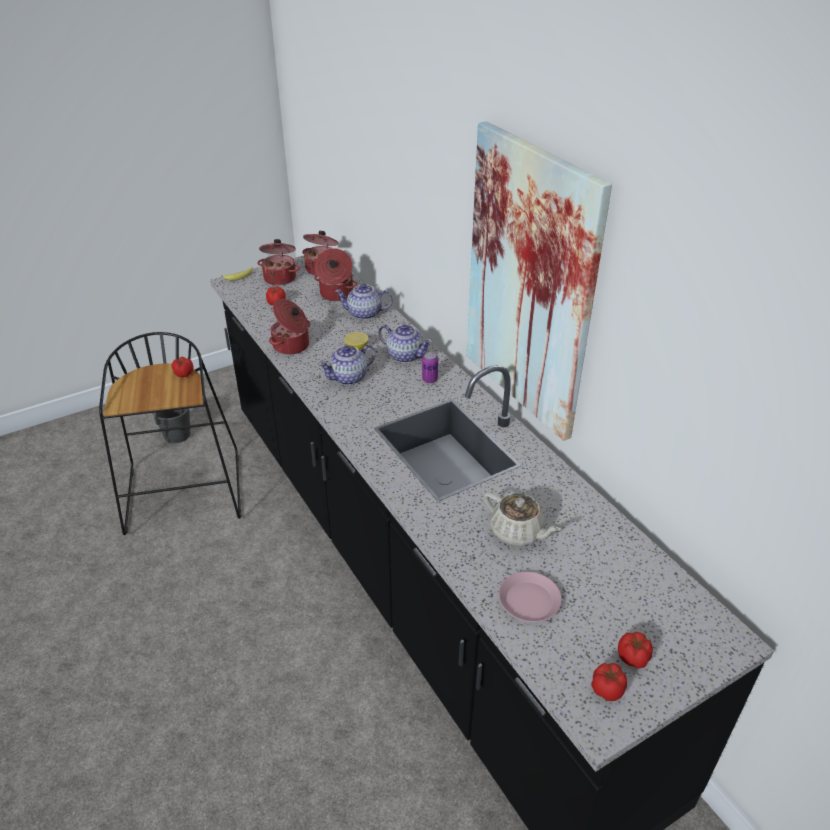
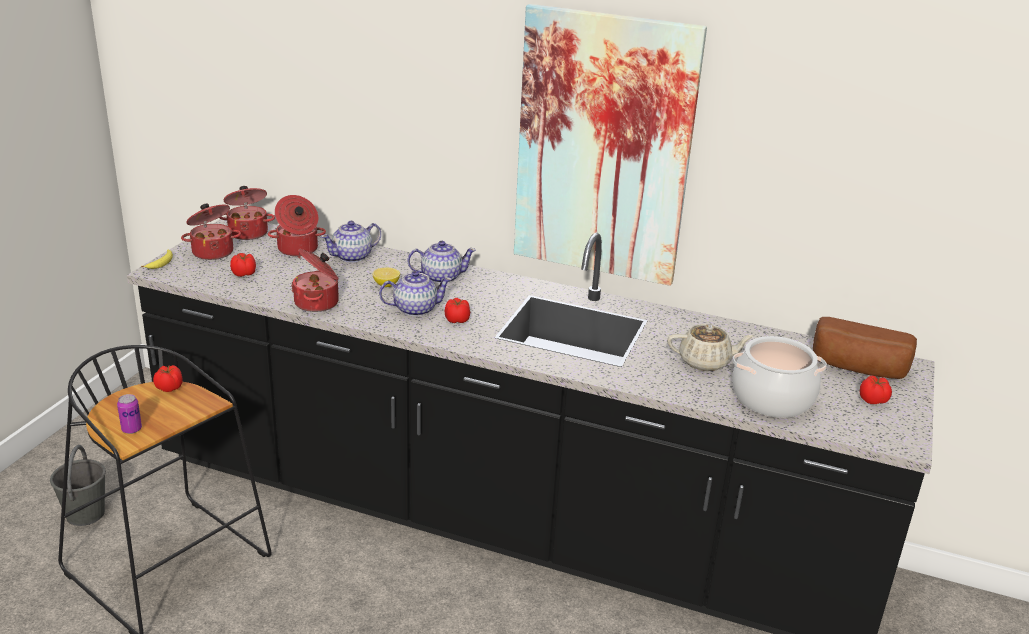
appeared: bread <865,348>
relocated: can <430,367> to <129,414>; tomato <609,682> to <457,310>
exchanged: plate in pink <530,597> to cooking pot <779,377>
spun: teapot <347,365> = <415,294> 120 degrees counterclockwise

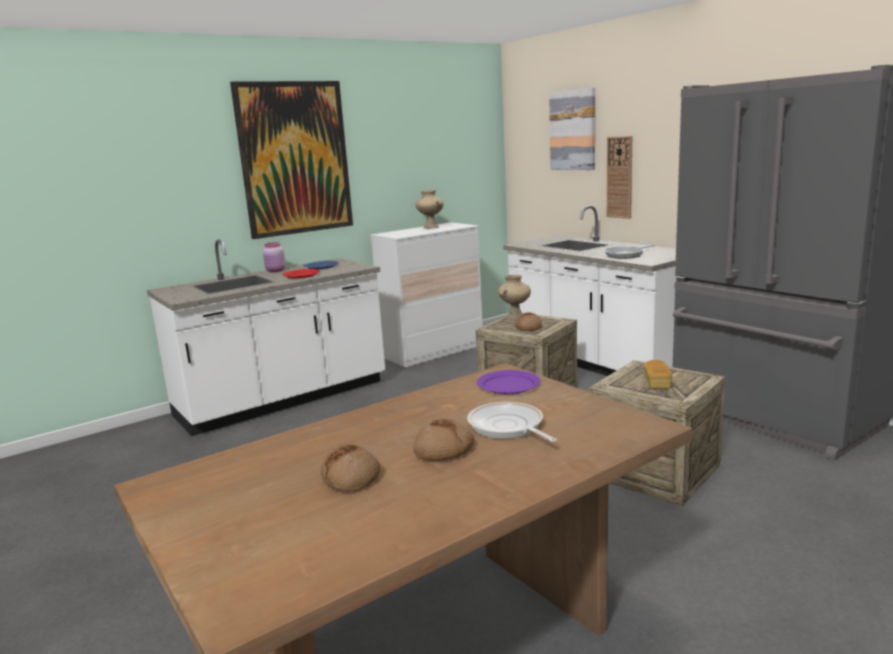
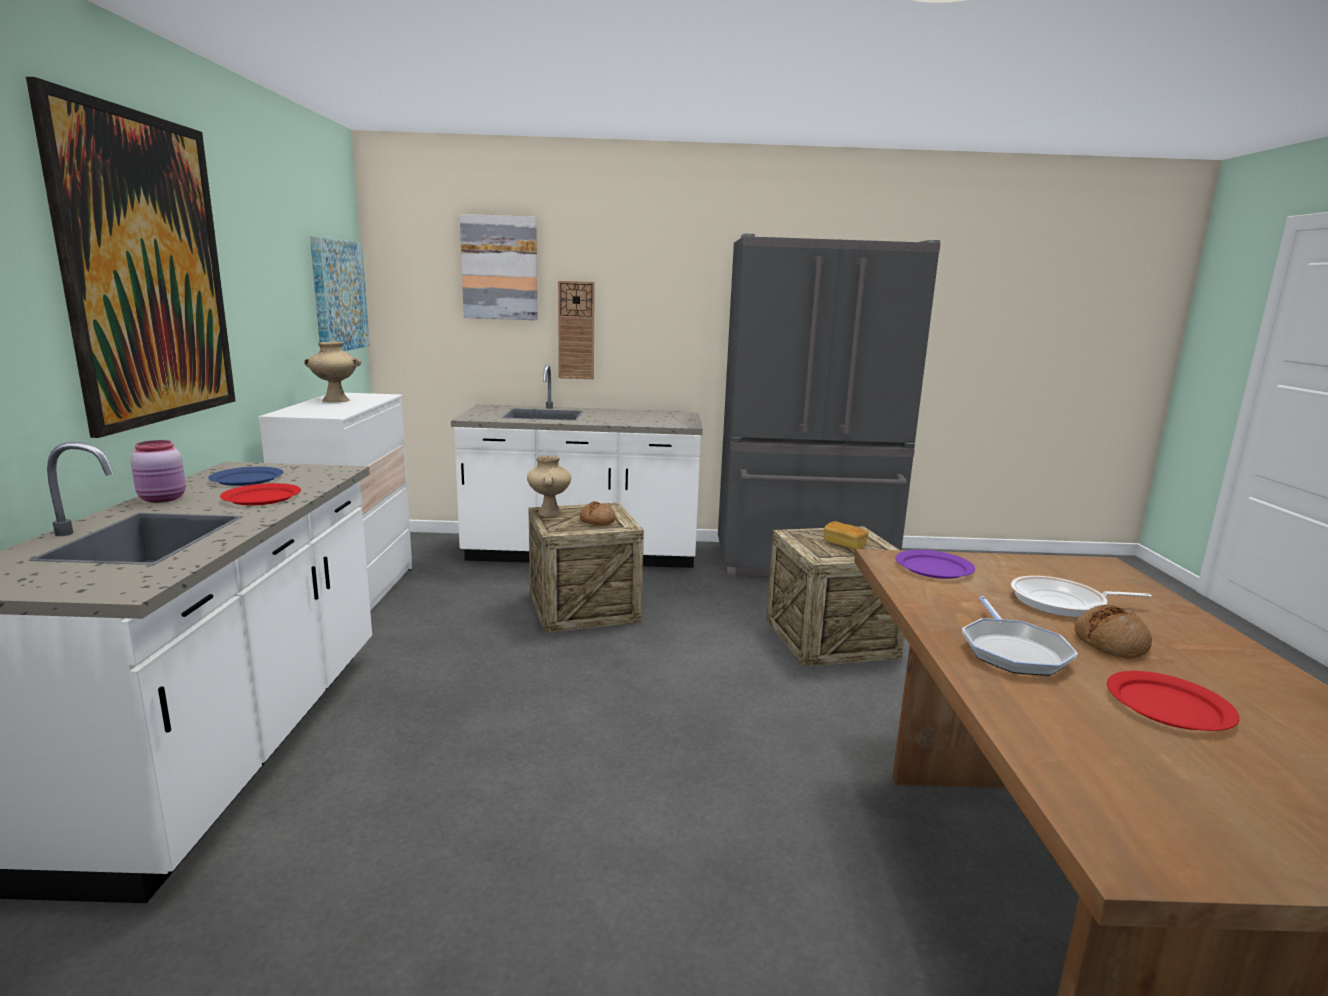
appeared: picture <340,294>
relocated: frying pan <630,252> to <1020,636>
exchanged: bread <350,468> to plate in red <1173,701>

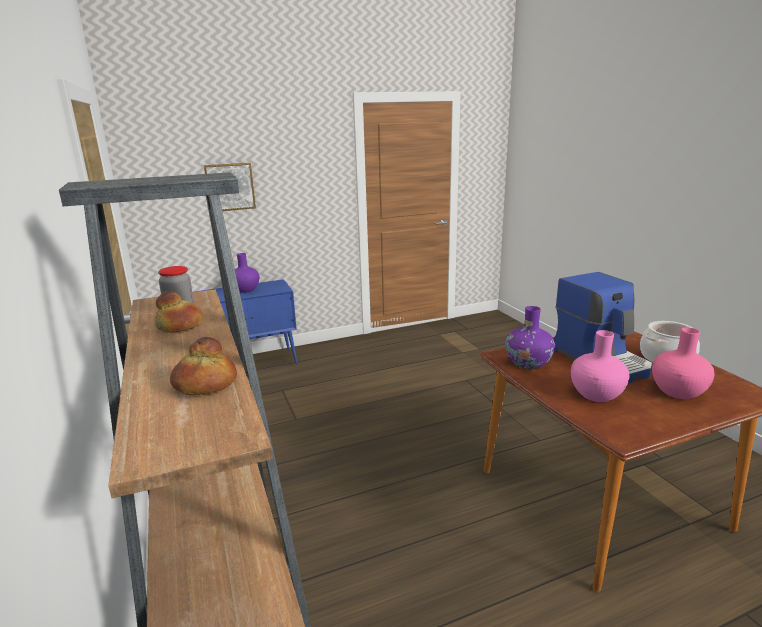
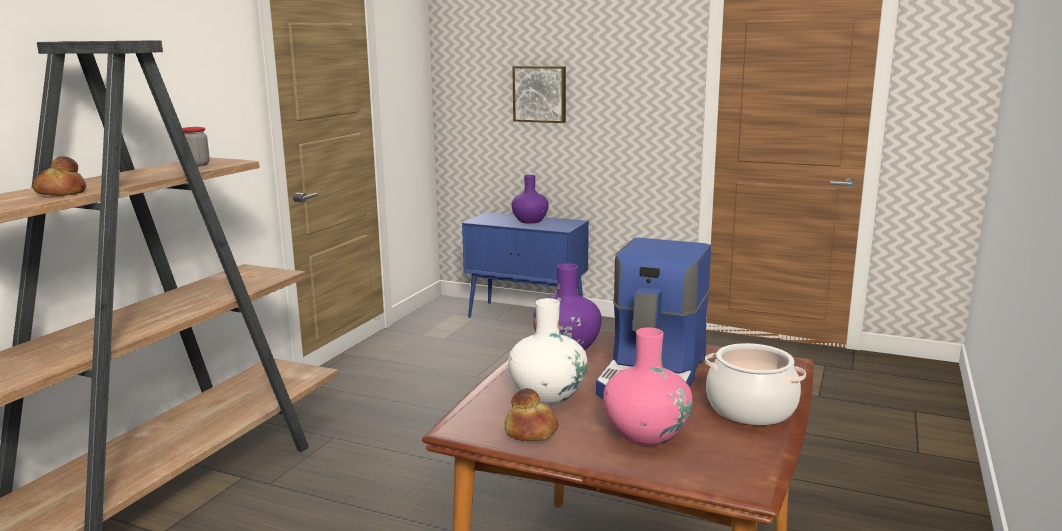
relocated: bread <179,311> to <531,414>
colour: vase in pink <600,366> to vase in white <548,351>

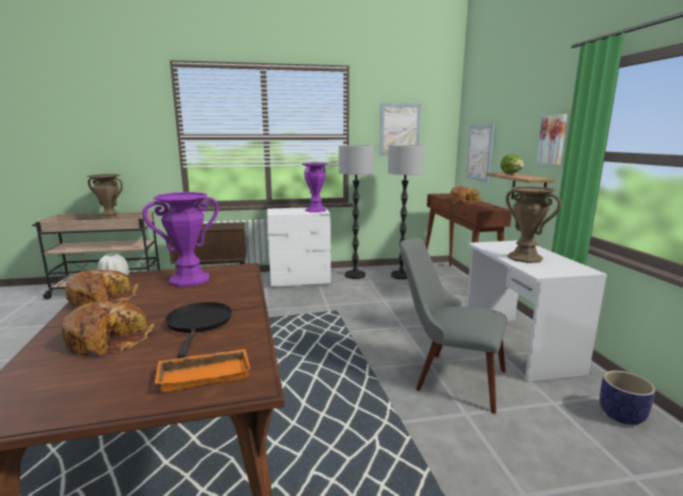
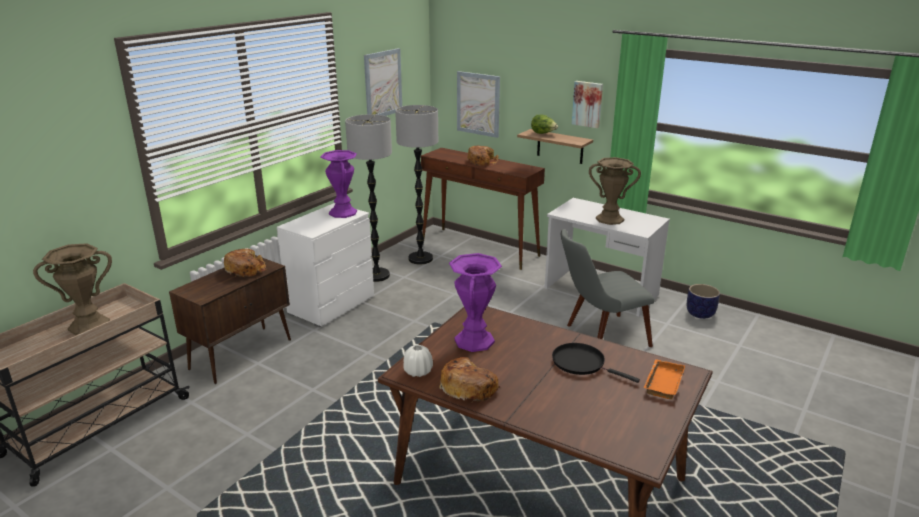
relocated: bread <107,328> to <245,263>

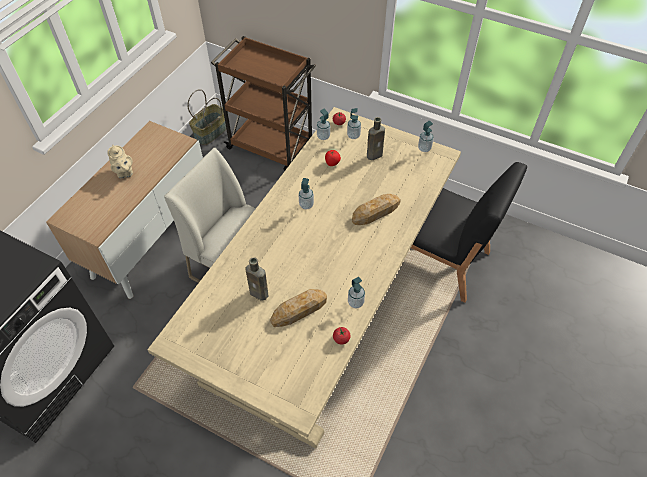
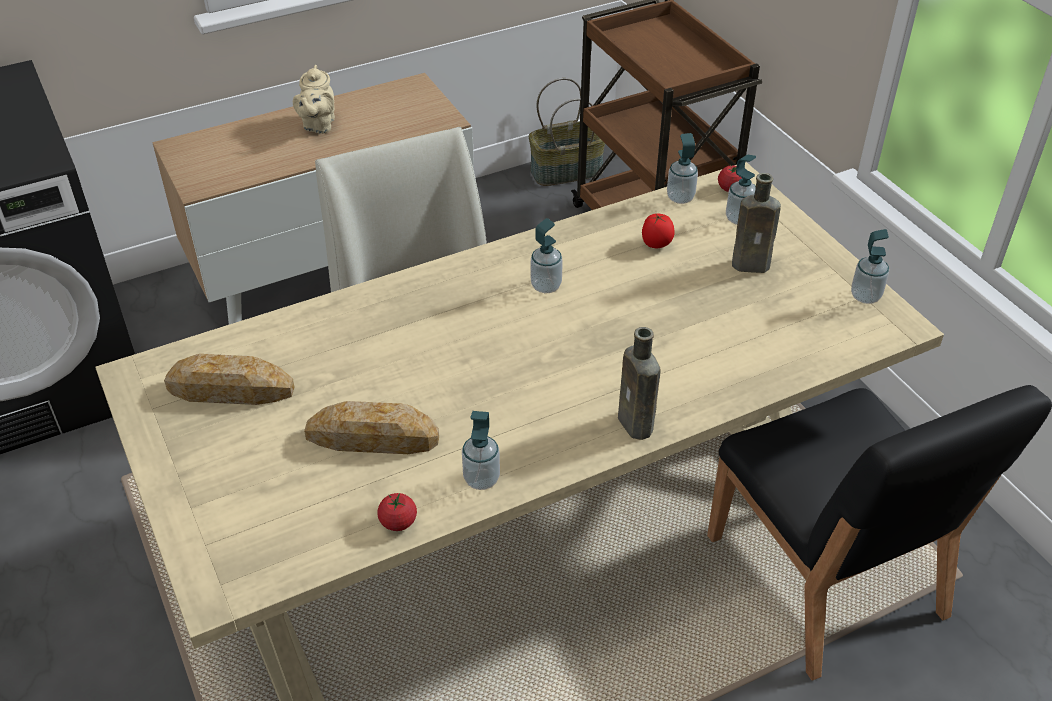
relocated: bottle in brown <256,279> to <639,383>; bread <376,209> to <229,379>

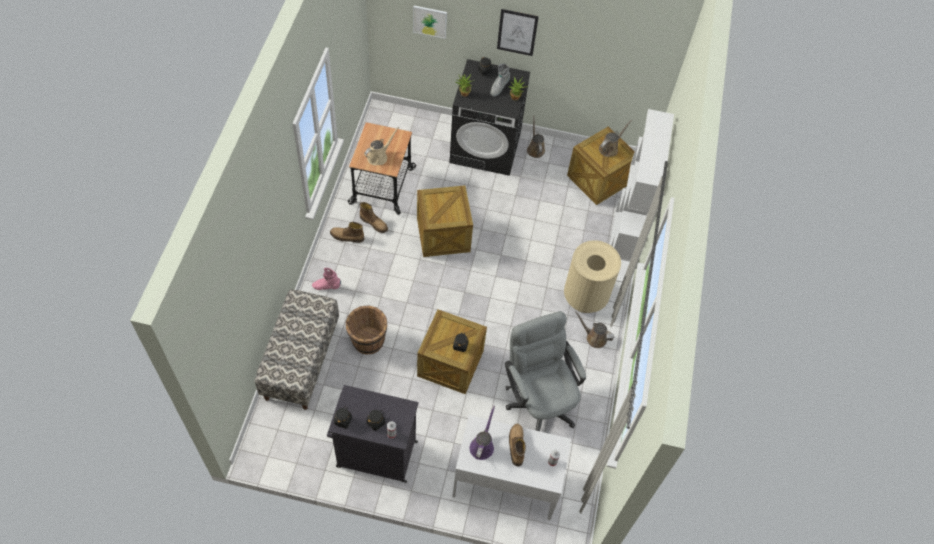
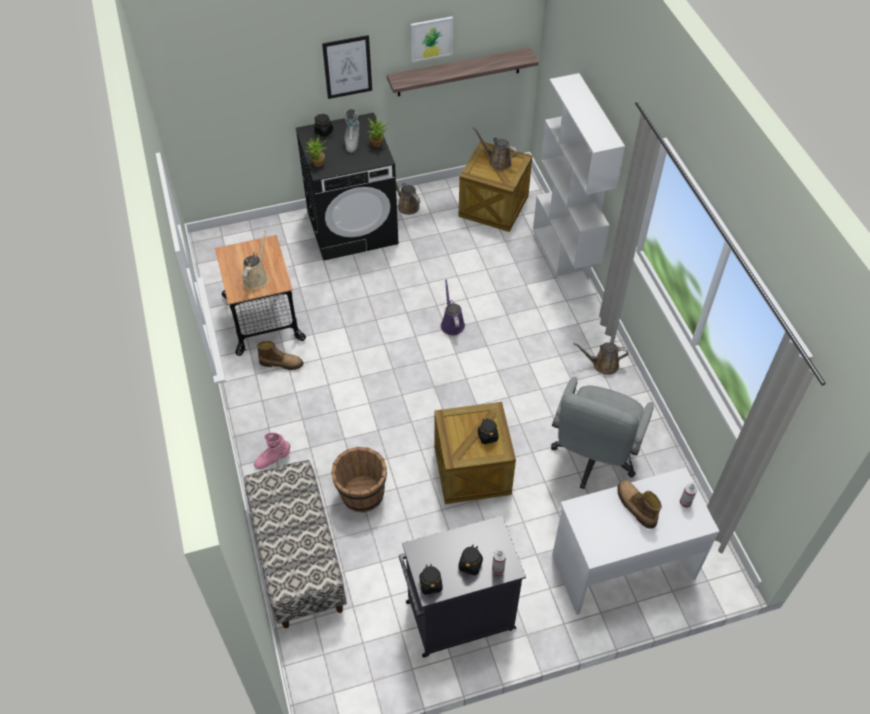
missing: boot <347,232>; crate <445,221>; trash can in beige <592,276>
appeared: shelf <463,72>
relocated: picture <430,22> to <432,39>; watering can in purple <482,433> to <453,307>
spun: office chair in grey <545,371> = <602,433> 105 degrees counterclockwise; watering can in brown <615,138> = <495,148> 75 degrees counterclockwise

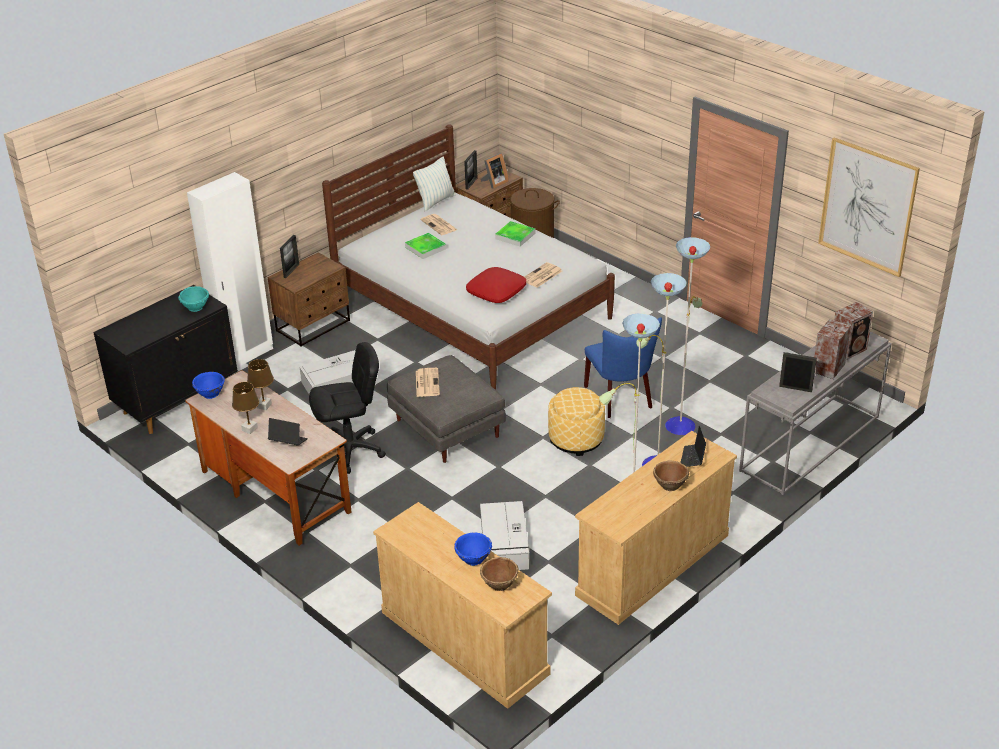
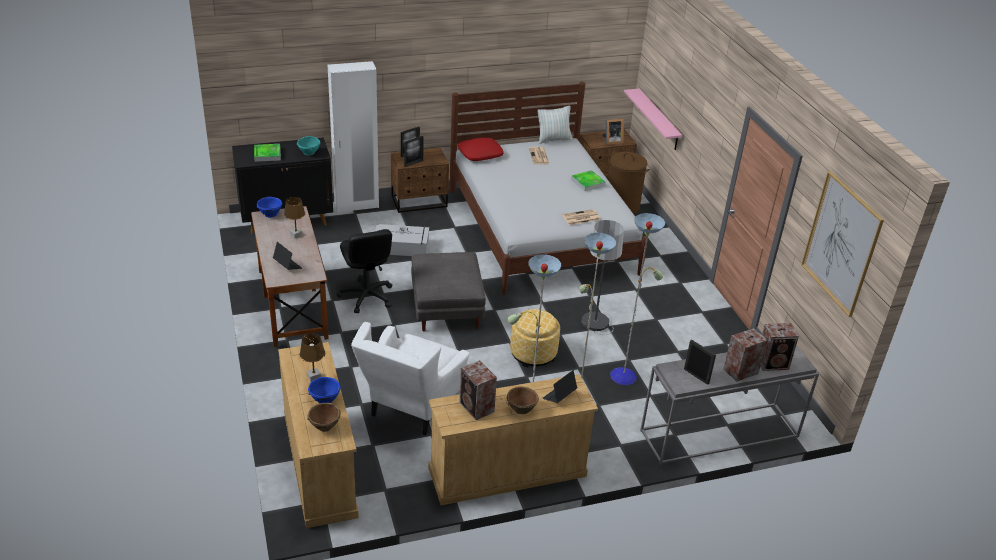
missing: newspaper <428,382>
appeared: speaker <478,390>; shelf in pink <653,119>
relocated: table lamp in brown <245,408> to <312,358>; tray <426,246> to <267,153>; picture frame <470,170> to <414,151>; pillow in red <496,285> to <481,149>
exchanged: storage box in grey <504,535> to armchair in white <410,379>; chair in blue <623,367> to floor lamp <603,277>
spun: office chair in black <347,408> = <364,271> 60 degrees clockwise

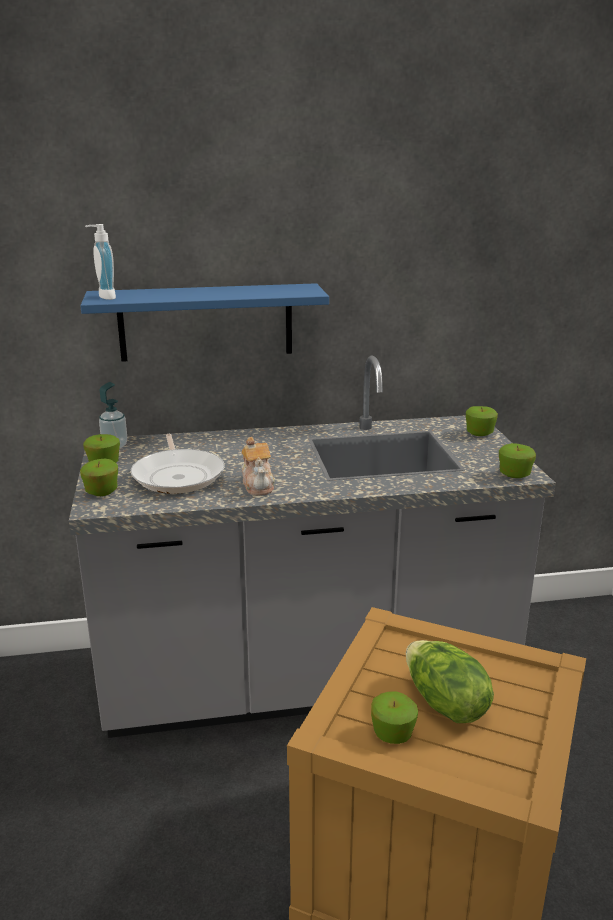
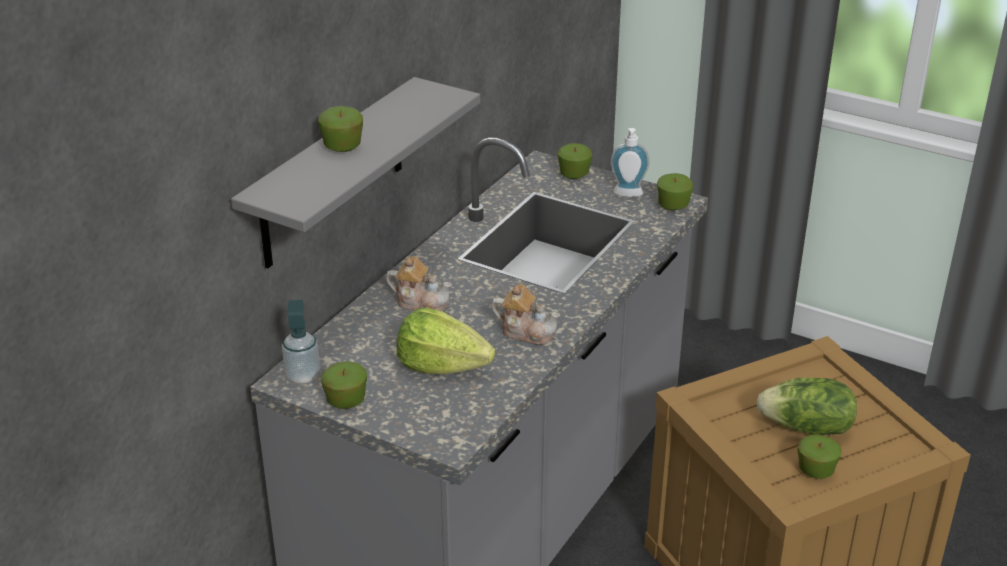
appeared: teapot <419,284>
relocated: apple <99,477> to <340,129>; soap dispenser <100,262> to <630,162>
exchanged: frying pan <178,464> to lettuce <446,341>
colour: shelf in blue <204,322> to shelf in grey <355,173>

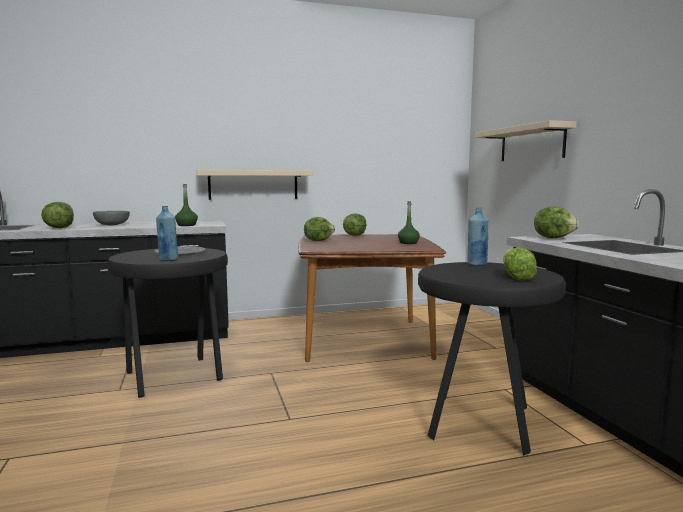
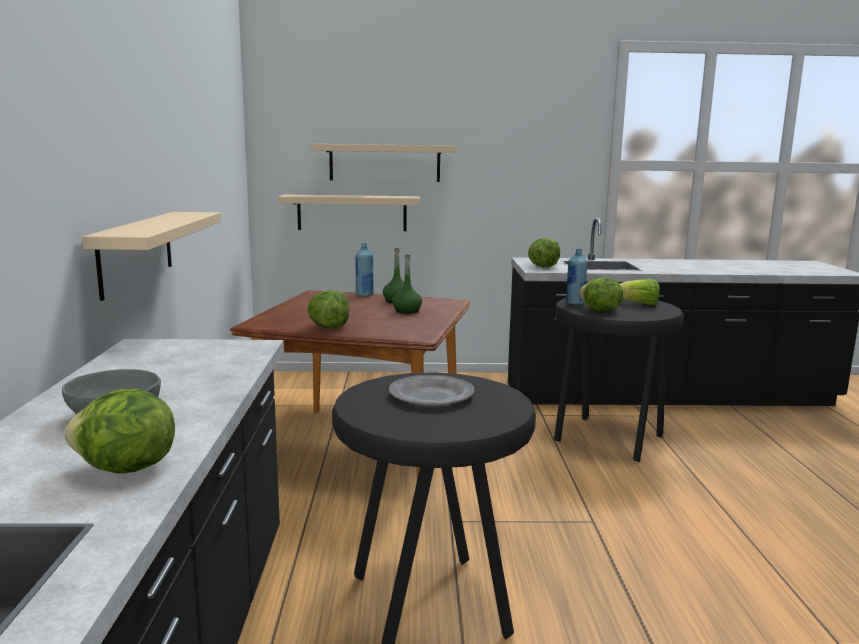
appeared: shelf in beige <349,212>
relocated: bottle in blue <167,233> to <364,270>; bottle in green <186,205> to <407,284>; lettuce <354,224> to <601,294>

